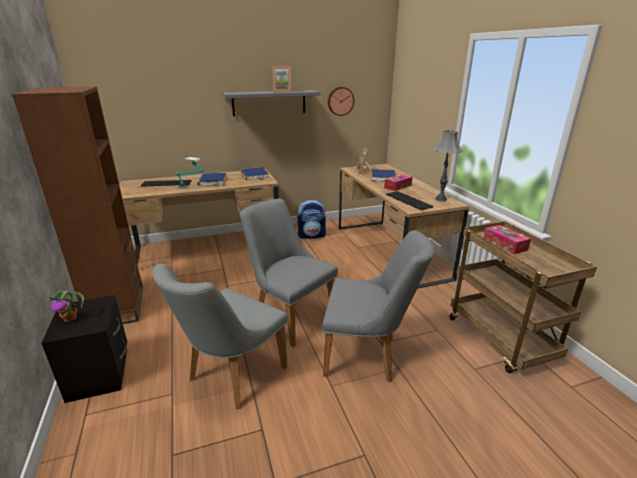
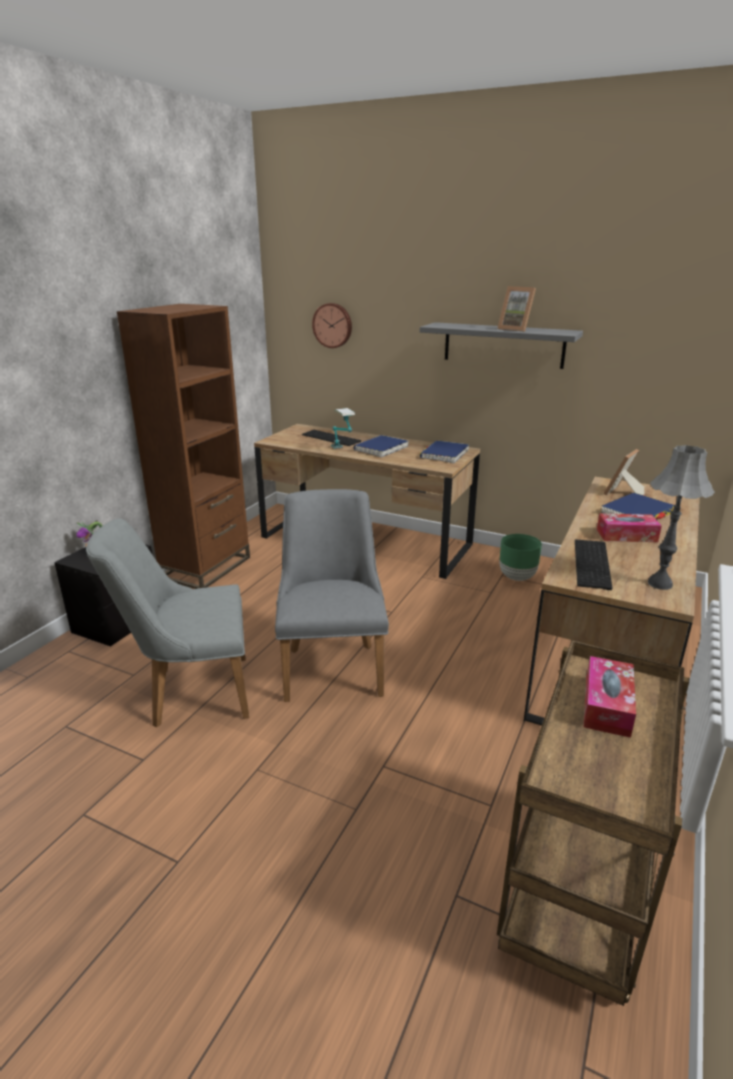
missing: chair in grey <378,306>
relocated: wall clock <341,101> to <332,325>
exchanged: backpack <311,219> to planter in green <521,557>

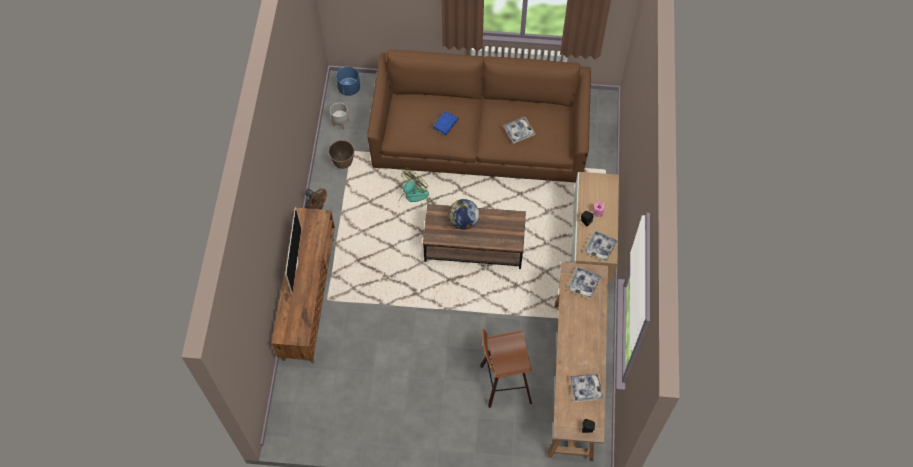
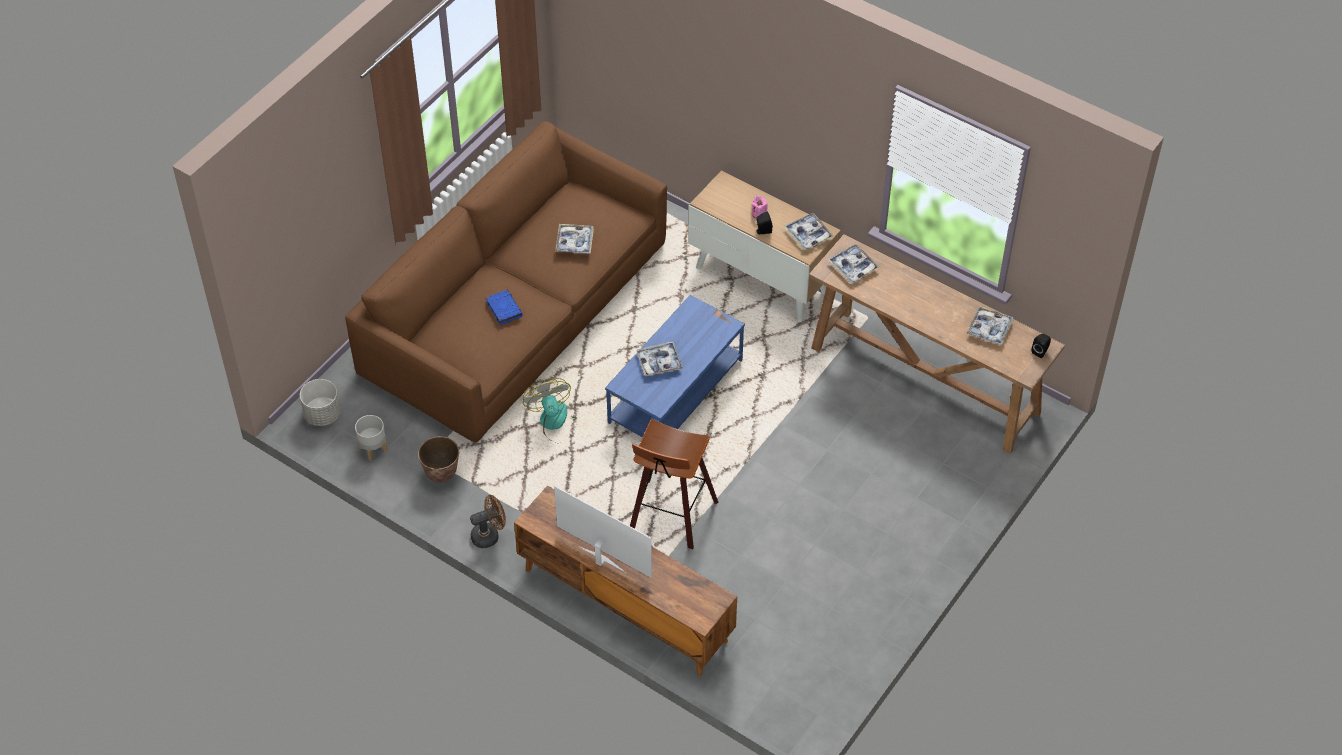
relocated: stool <506,368> to <674,484>
exchanged: globe <463,214> to tray <659,359>
colour: planter in blue <348,81> to planter in grey <320,402>; coffee table in brown <474,236> to coffee table in blue <675,366>

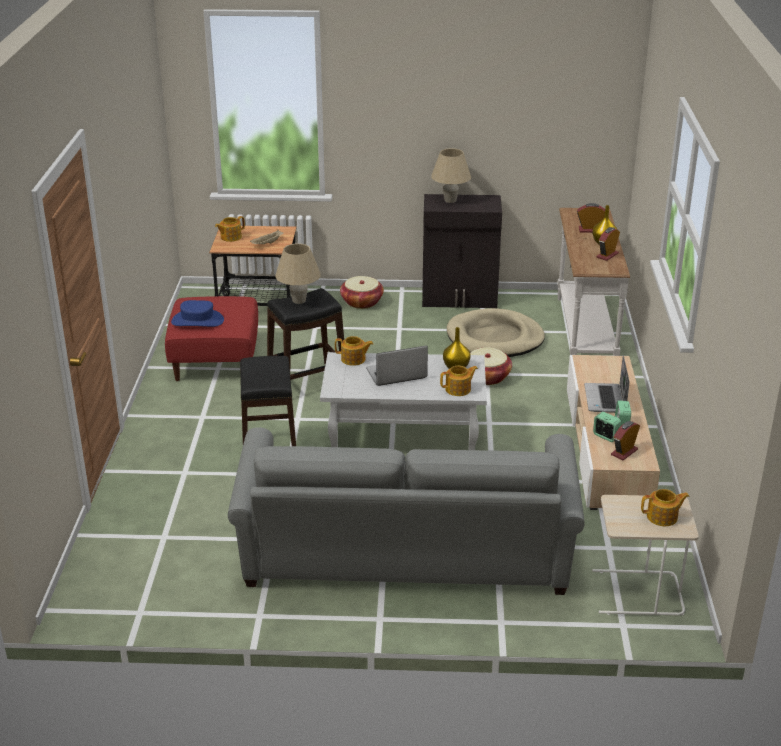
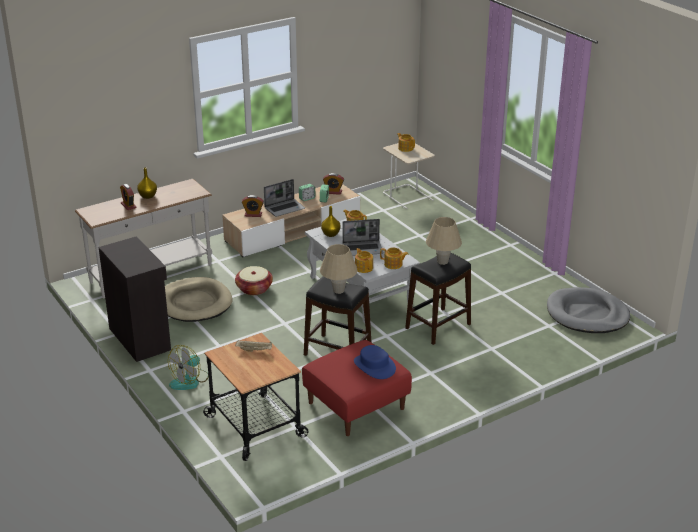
missing: sofa in grey <406,511>
appeared: dog bed in grey <588,310>
relocated: teapot <230,229> to <394,258>; table lamp in beige <451,175> to <444,241>; alarm clock <608,244> to <253,206>
exchanged: basket <362,292> to fan <188,367>
spun: laptop <397,366> = <362,237> 45 degrees counterclockwise

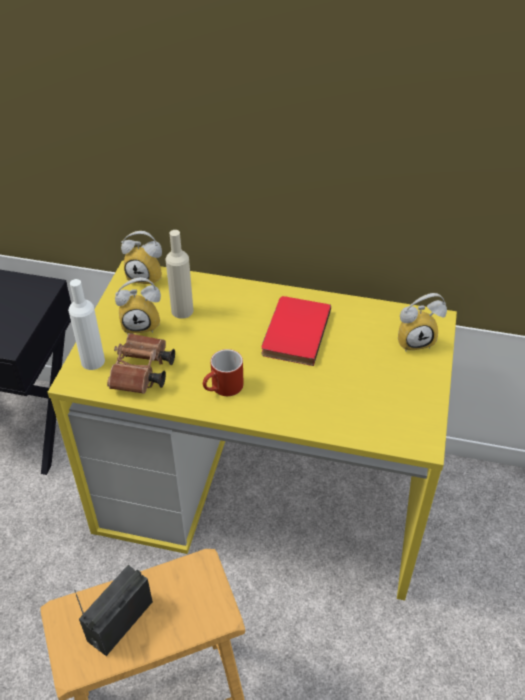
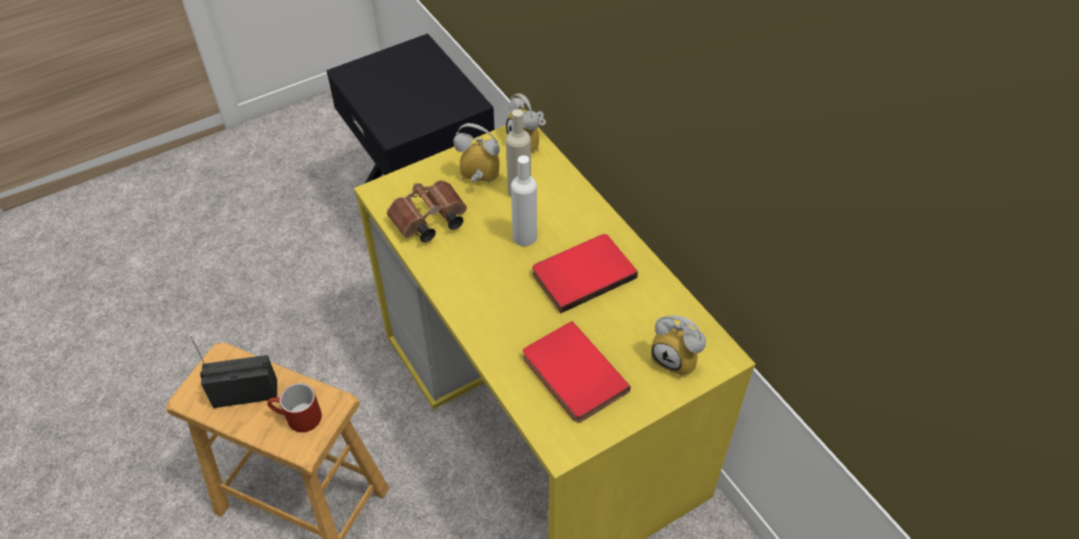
appeared: book in red <576,372>
relocated: bottle in white <86,324> to <524,200>; mug in red <223,372> to <294,407>
spun: alarm clock <138,305> = <476,153> 150 degrees clockwise

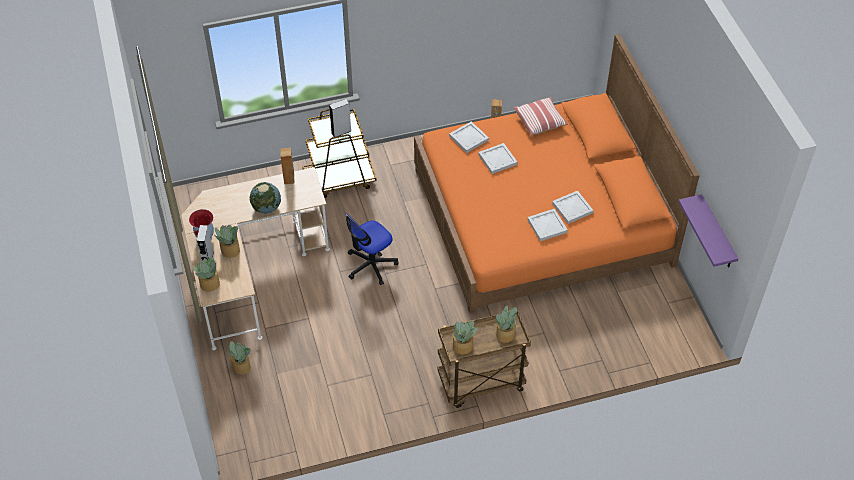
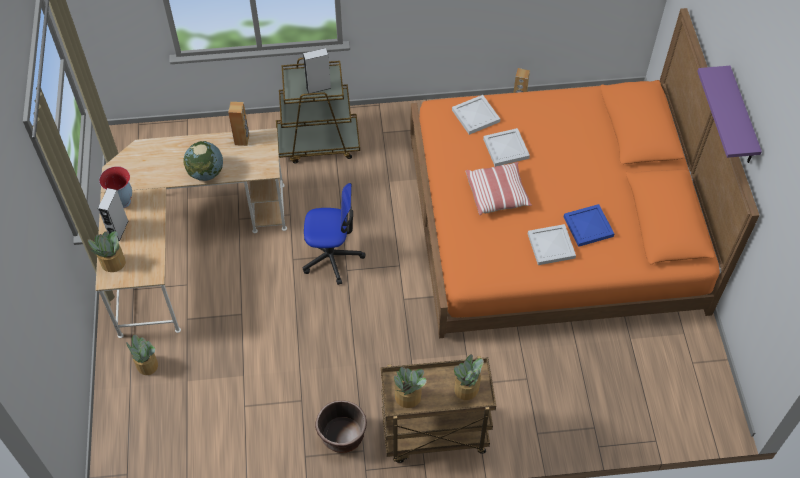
missing: potted plant <227,241>
appeared: planter in brown <341,426>
relocated: pillow <541,116> to <498,188>; shelf in purple <708,231> to <729,114>
colour: tray in white <573,207> to tray in blue <589,225>
spun: office chair <372,249> = <334,234> 150 degrees counterclockwise

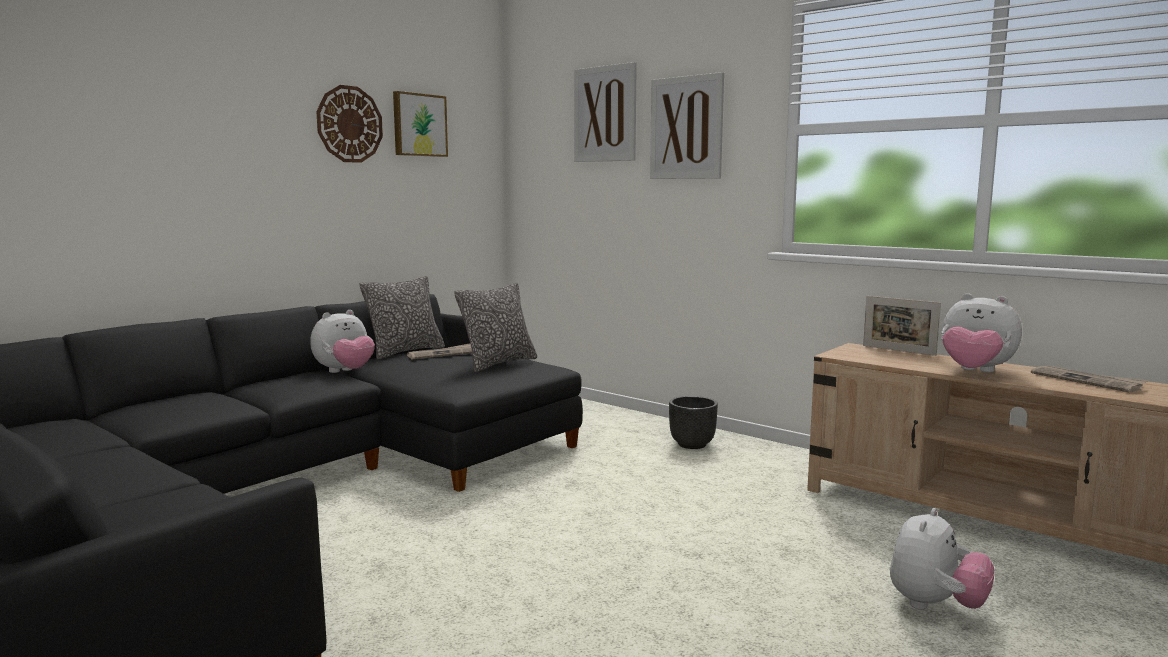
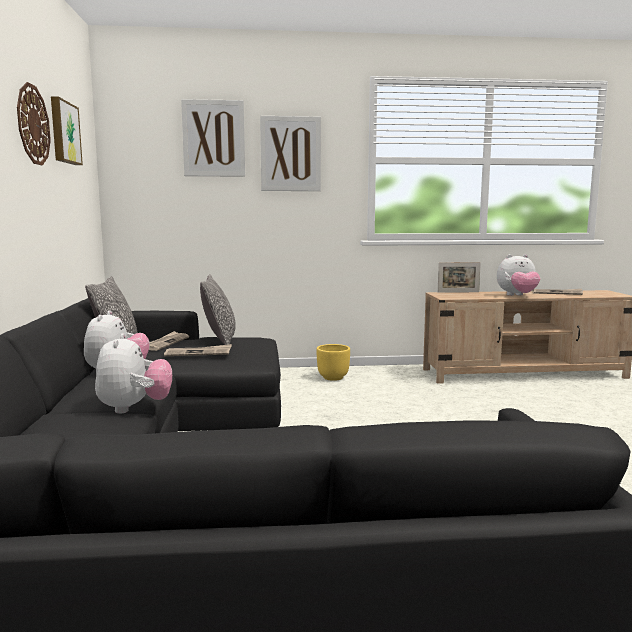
appeared: newspaper <198,350>
relocated: plush toy <942,559> to <133,373>
colour: planter in black <693,422> to planter in yellow <333,362>

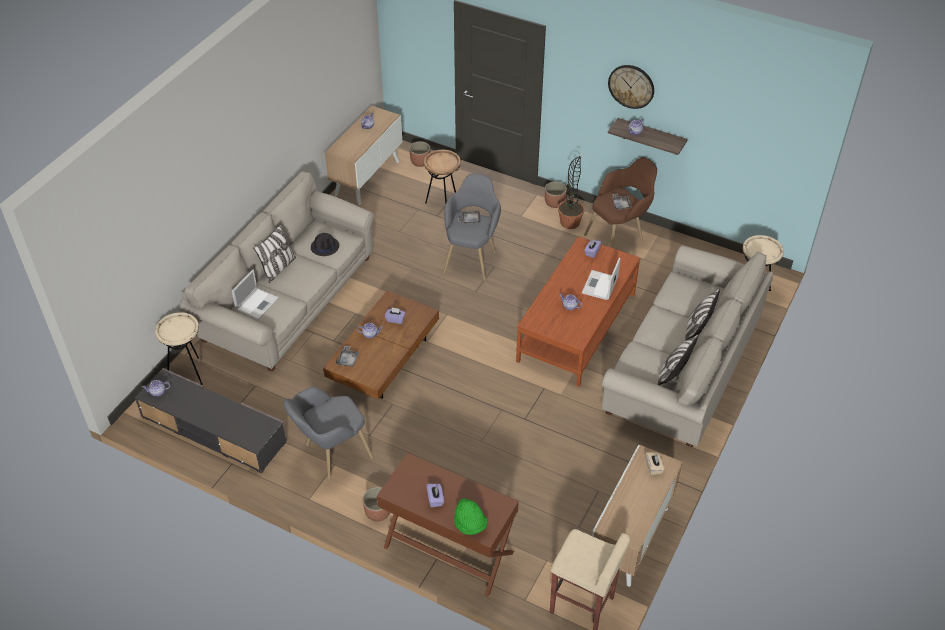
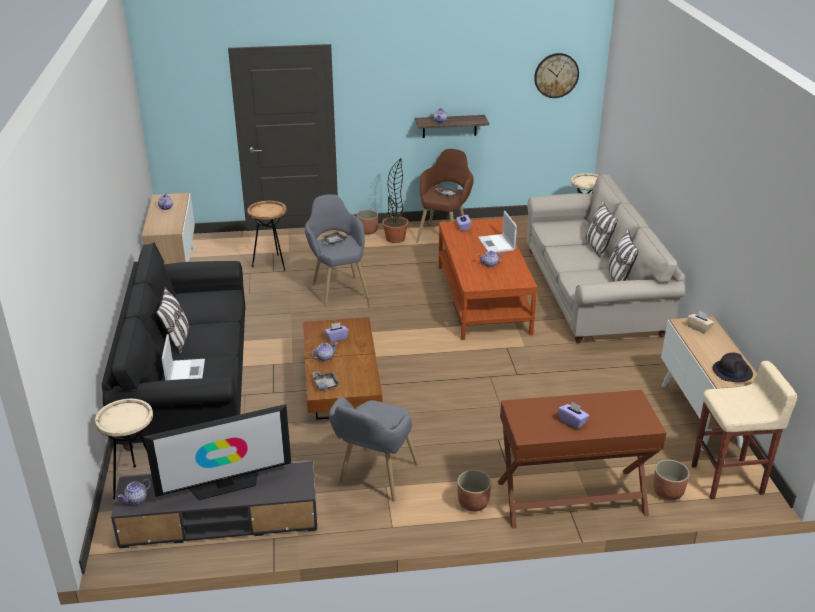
missing: hat in green <471,517>
appeared: television <217,452>
relocated: hat in black <325,244> to <733,367>; planter <419,154> to <671,480>; wall clock <631,87> to <556,75>
colour: sofa in beige <277,271> to sofa in black <174,347>

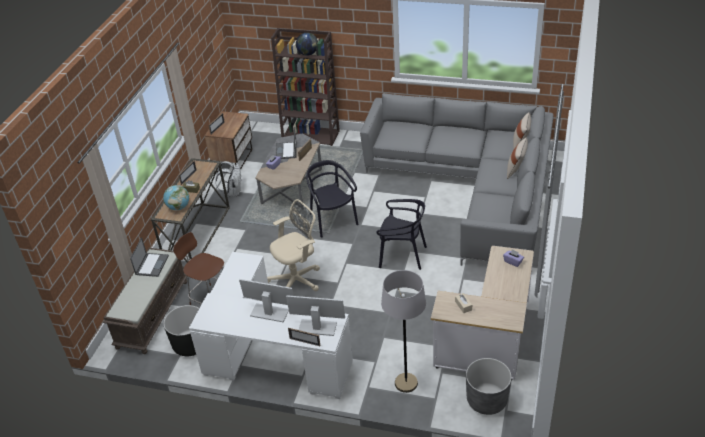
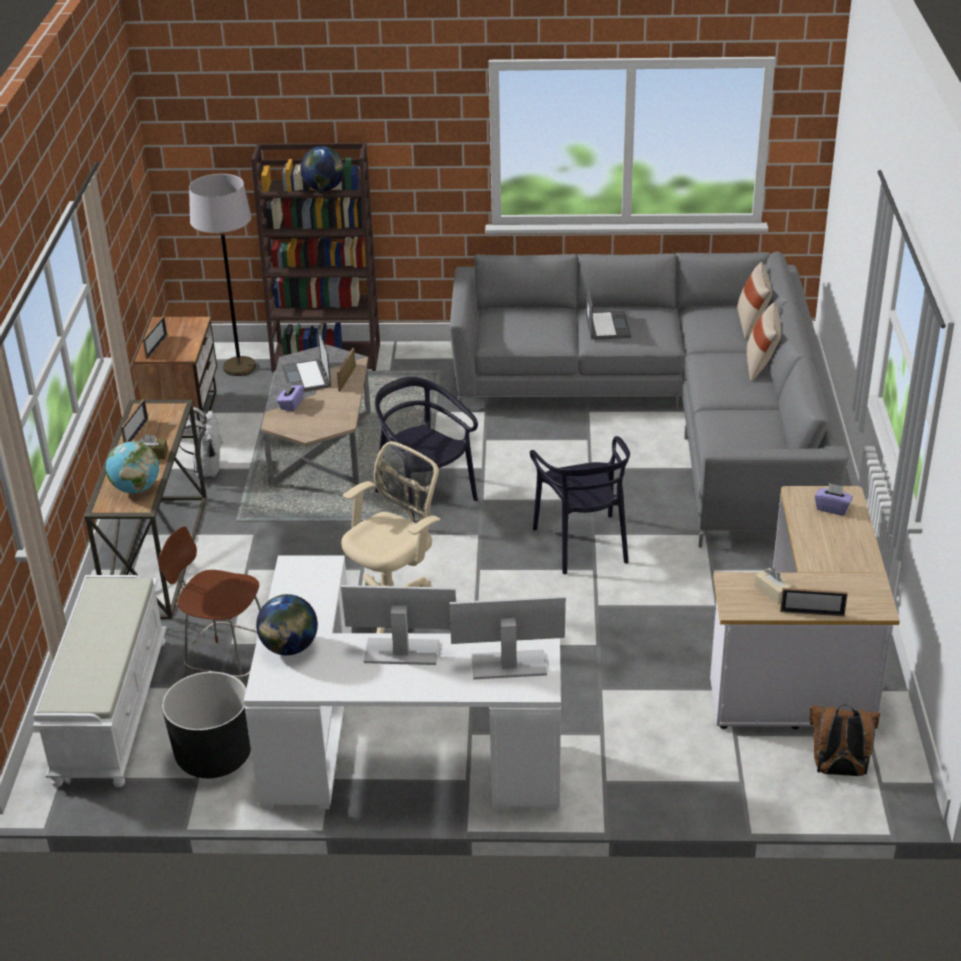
appeared: globe <287,624>
relocated: laptop <149,257> to <608,311>; picture frame <304,337> to <814,602>; floor lamp in grey <403,331> to <222,275>
exchanged: planter in grey <489,386> to backpack in brown <844,740>
colour: bench in brown <145,301> to bench in white <100,681>
spun: chair in black <401,234> = <580,505> 75 degrees clockwise

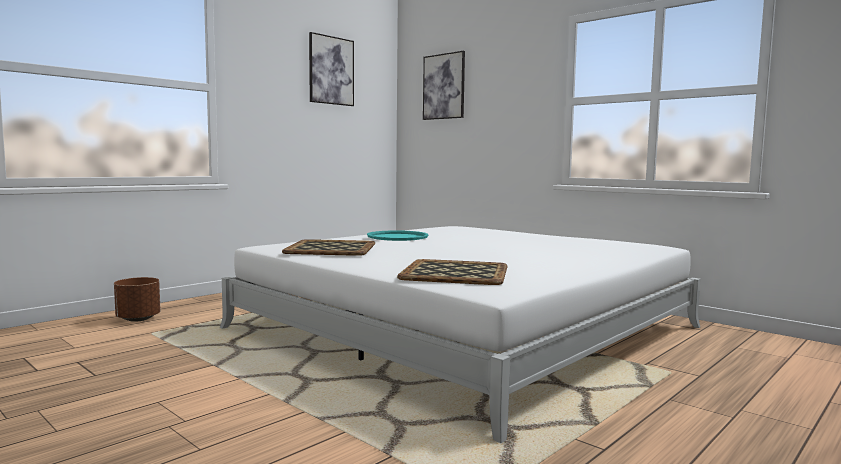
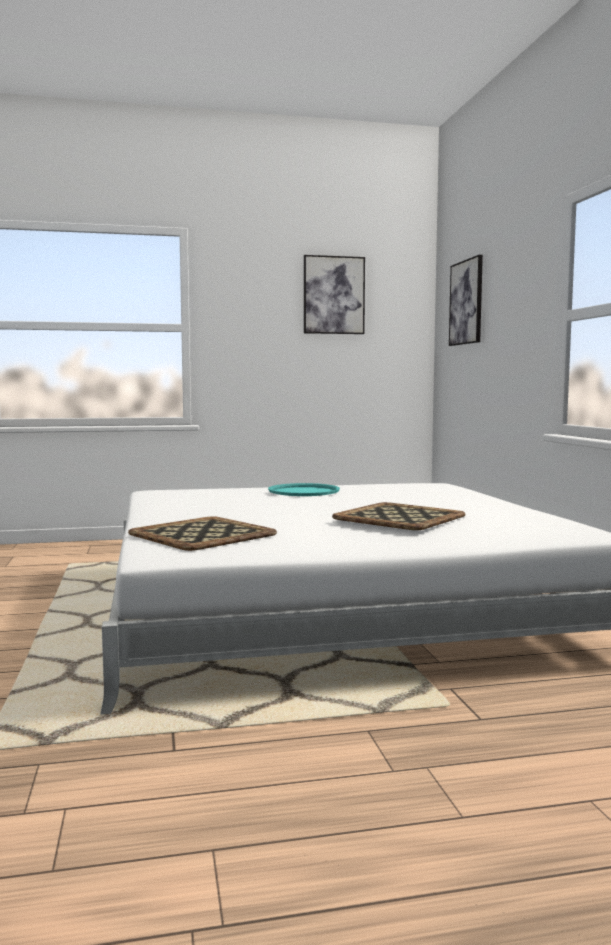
missing: planter in brown <137,299>
relocated: tray <328,247> to <399,516>

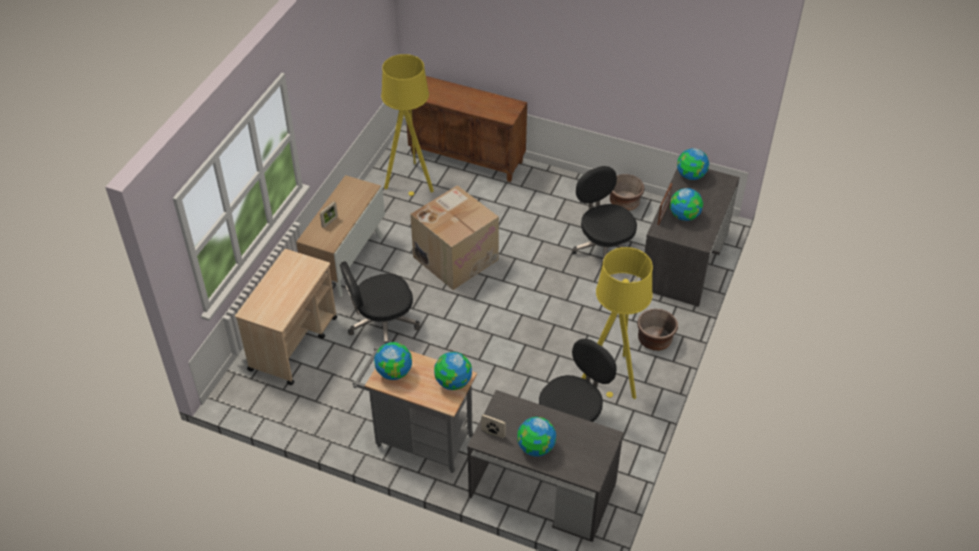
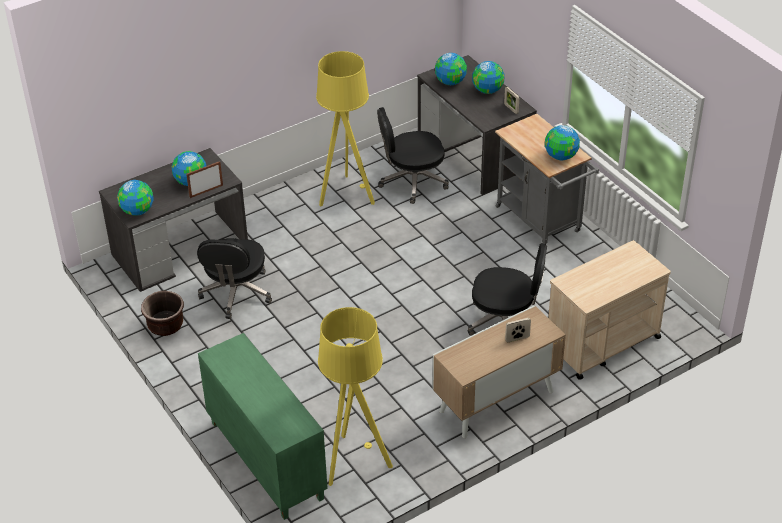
missing: cardboard box <454,237>; planter in brown <657,330>
relocated: globe <453,371> to <451,69>
colour: cabinet in brown <467,129> to cabinet in green <263,426>

